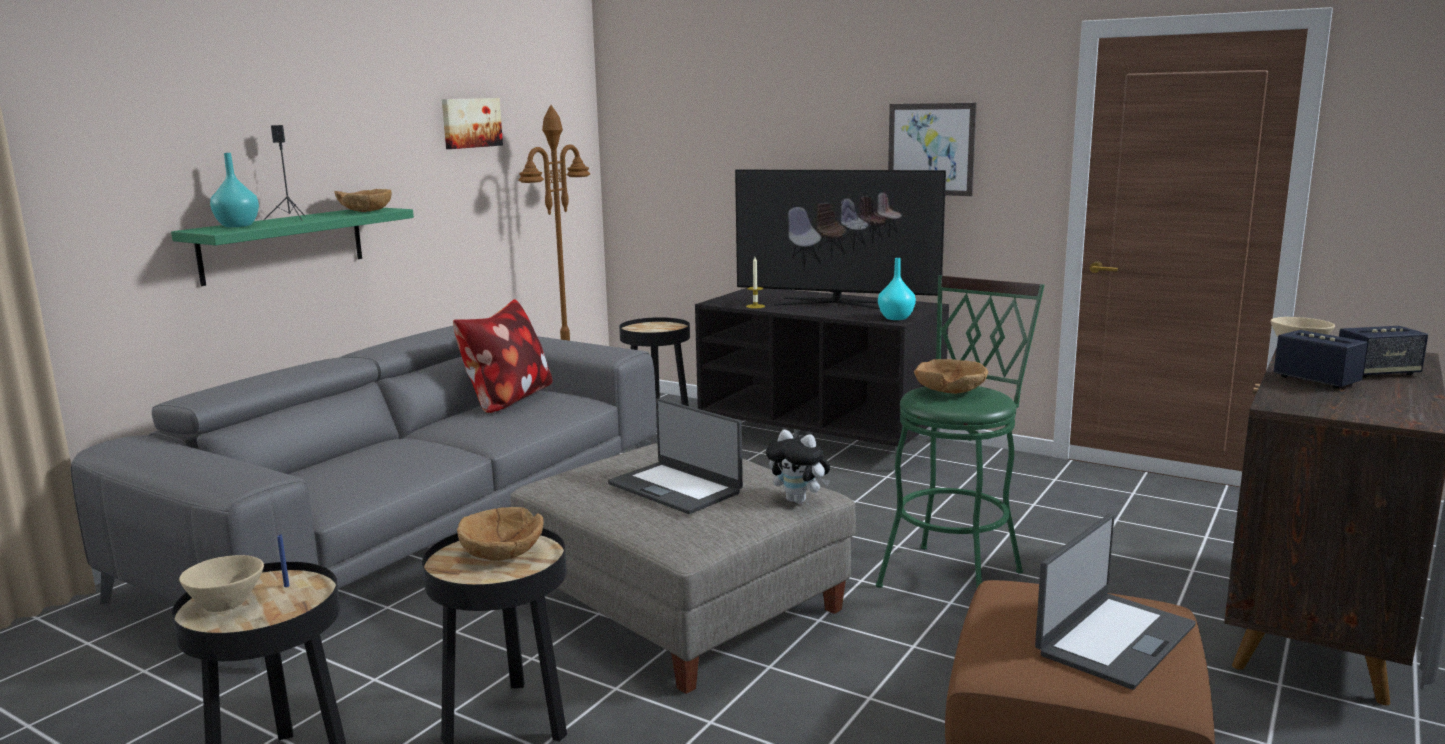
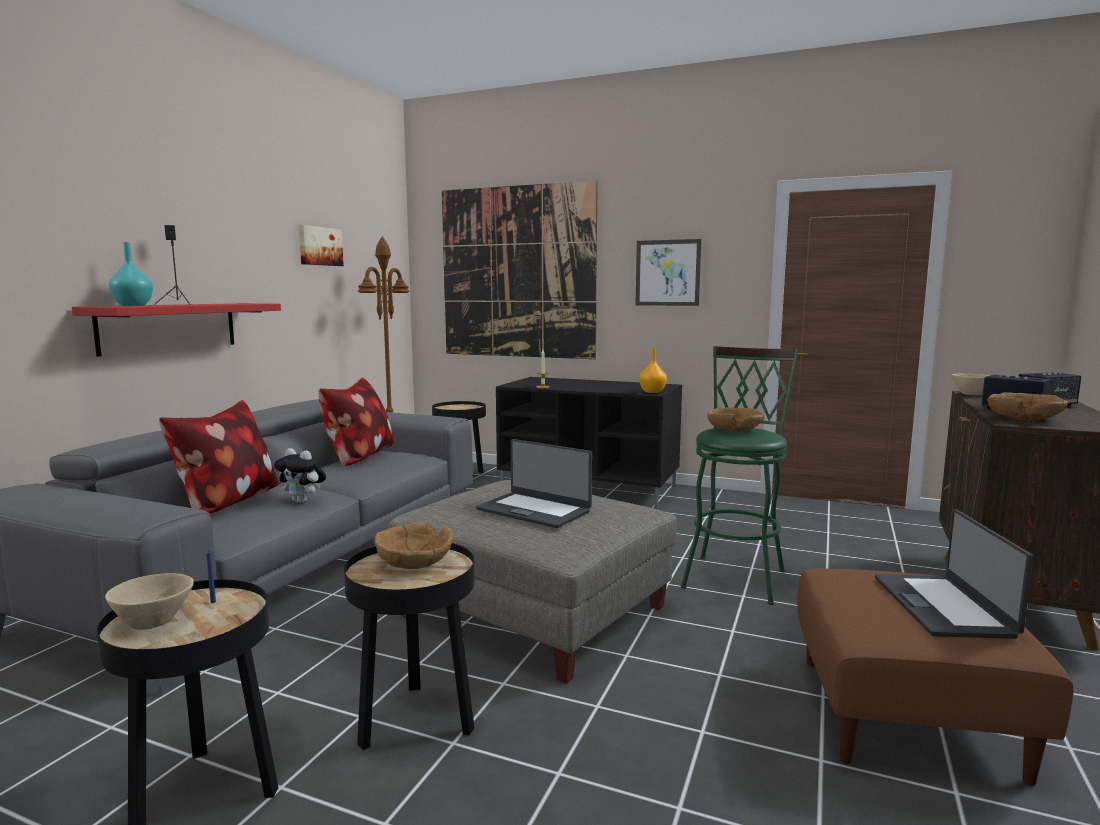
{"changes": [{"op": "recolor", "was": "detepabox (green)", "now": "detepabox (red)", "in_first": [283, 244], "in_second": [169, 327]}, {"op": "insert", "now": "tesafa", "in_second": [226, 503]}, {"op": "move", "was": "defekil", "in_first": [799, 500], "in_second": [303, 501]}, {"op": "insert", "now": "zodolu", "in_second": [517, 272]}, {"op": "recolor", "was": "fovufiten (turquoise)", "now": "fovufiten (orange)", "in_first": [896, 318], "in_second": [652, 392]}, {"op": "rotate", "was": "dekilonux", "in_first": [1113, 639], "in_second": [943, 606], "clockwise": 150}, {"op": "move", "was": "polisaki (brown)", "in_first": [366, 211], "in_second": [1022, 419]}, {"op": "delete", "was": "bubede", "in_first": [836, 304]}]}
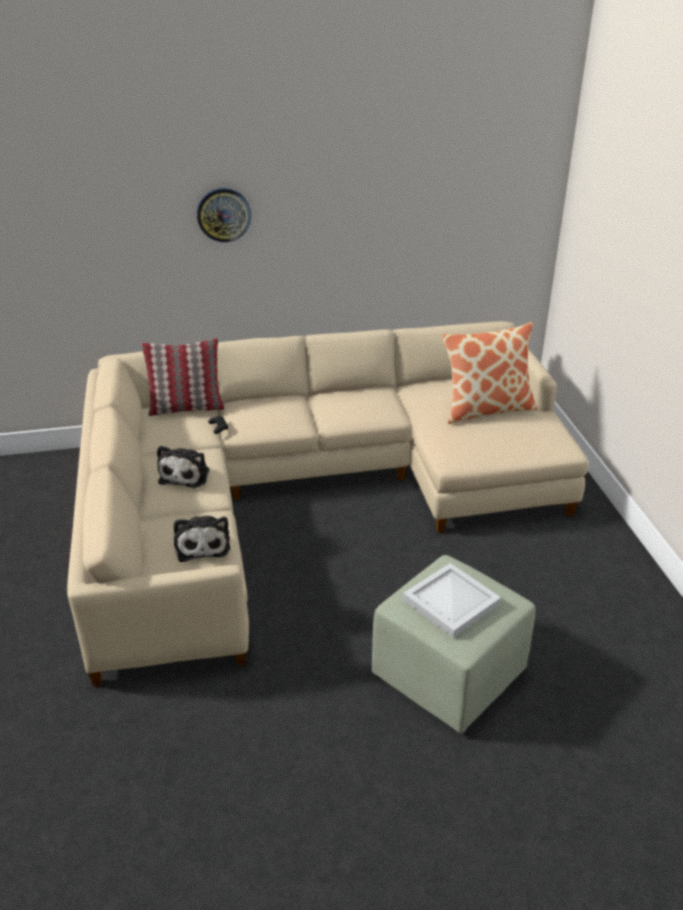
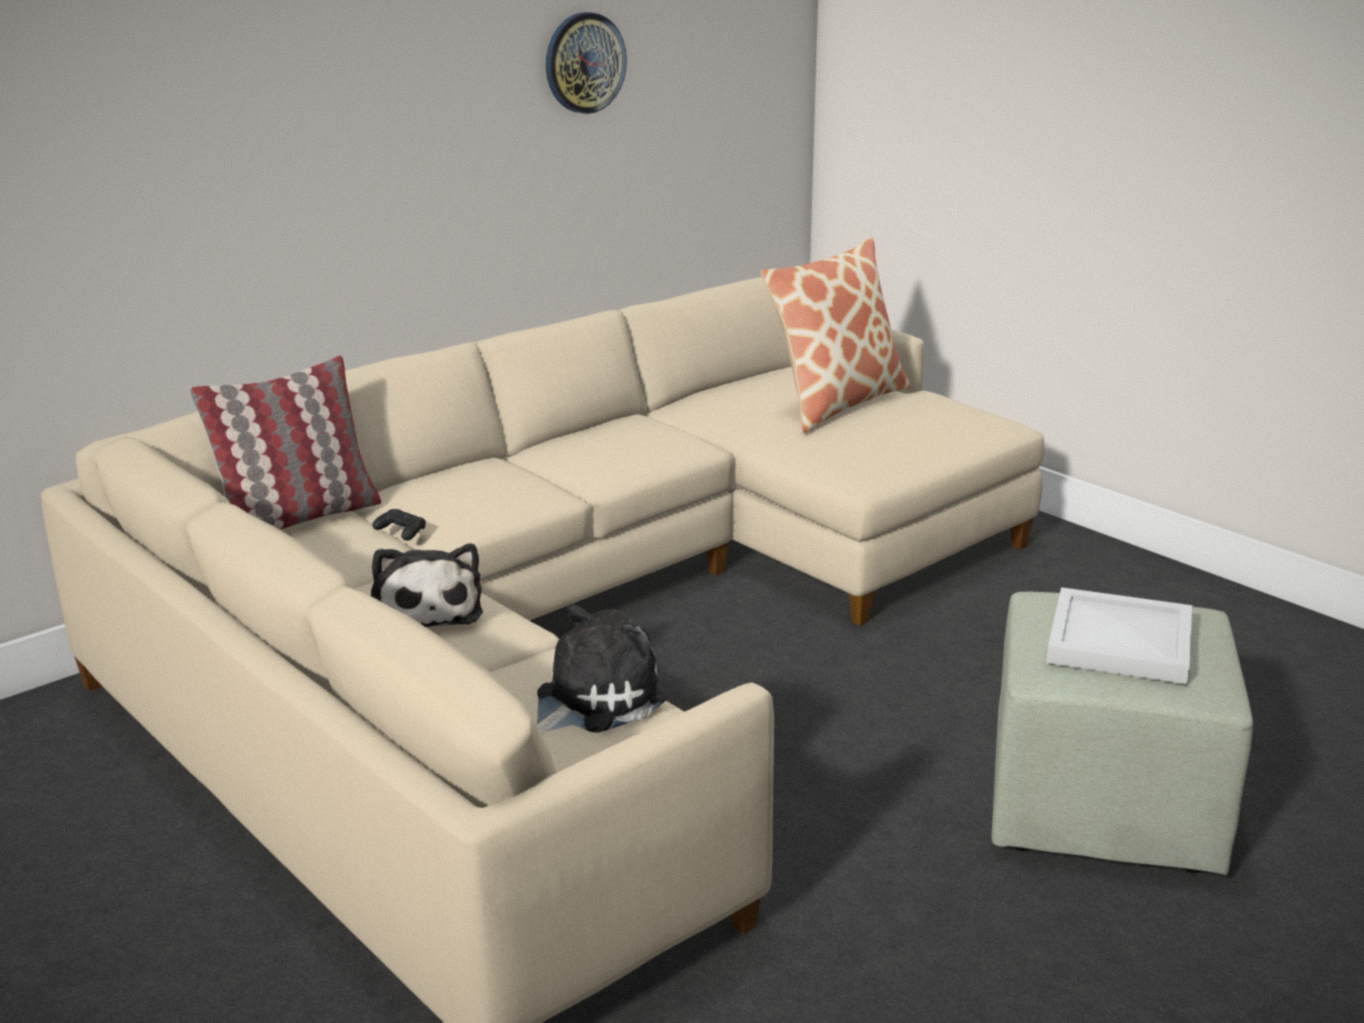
{"changes": [{"op": "rotate", "was": "defekil", "in_first": [202, 544], "in_second": [593, 701], "clockwise": -90}, {"op": "move", "was": "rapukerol", "in_first": [224, 214], "in_second": [584, 63]}]}
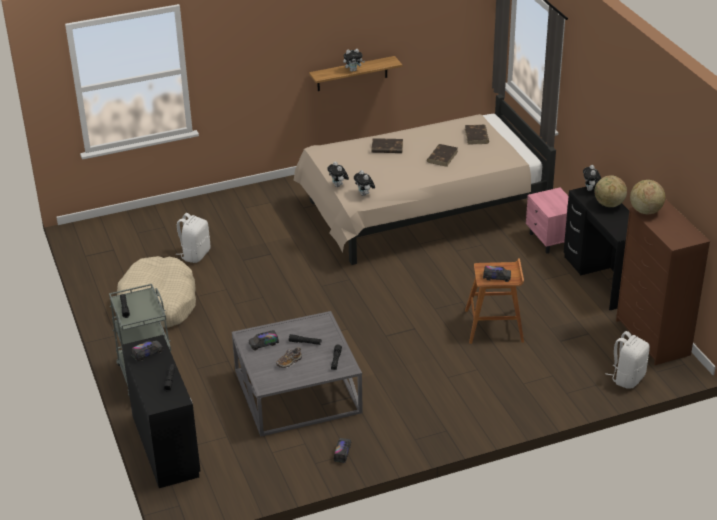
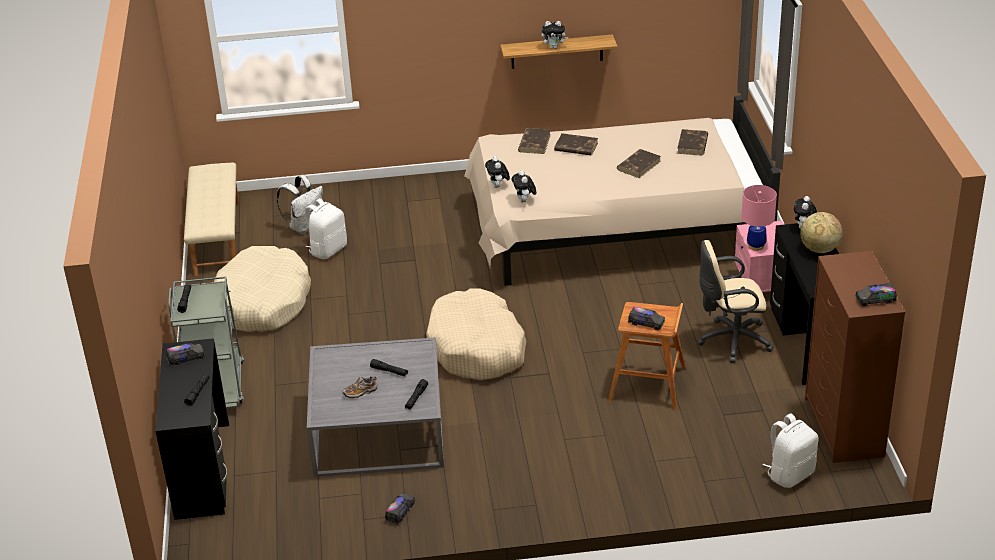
{"changes": [{"op": "insert", "now": "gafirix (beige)", "in_second": [216, 238]}, {"op": "insert", "now": "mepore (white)", "in_second": [304, 226]}, {"op": "insert", "now": "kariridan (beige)", "in_second": [477, 348]}, {"op": "insert", "now": "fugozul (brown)", "in_second": [534, 143]}, {"op": "insert", "now": "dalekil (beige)", "in_second": [731, 341]}, {"op": "insert", "now": "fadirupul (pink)", "in_second": [756, 246]}, {"op": "move", "was": "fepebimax", "in_first": [264, 344], "in_second": [875, 300]}, {"op": "delete", "was": "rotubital", "in_first": [645, 211]}]}
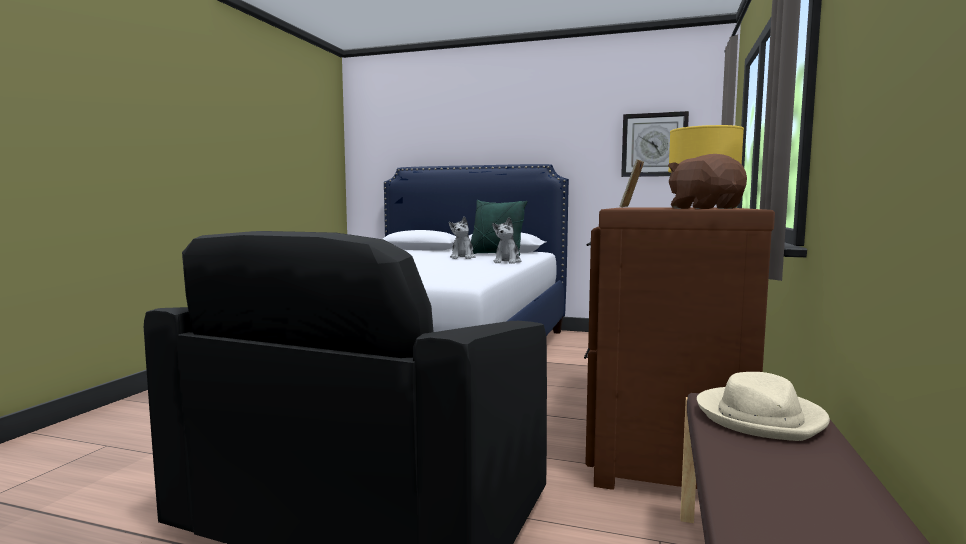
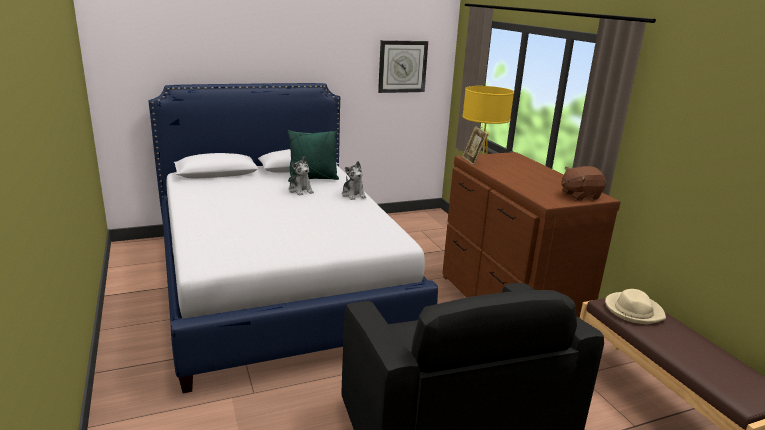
{"changes": [{"op": "rotate", "was": "defekil (brown)", "in_first": [704, 208], "in_second": [579, 195], "clockwise": -45}]}
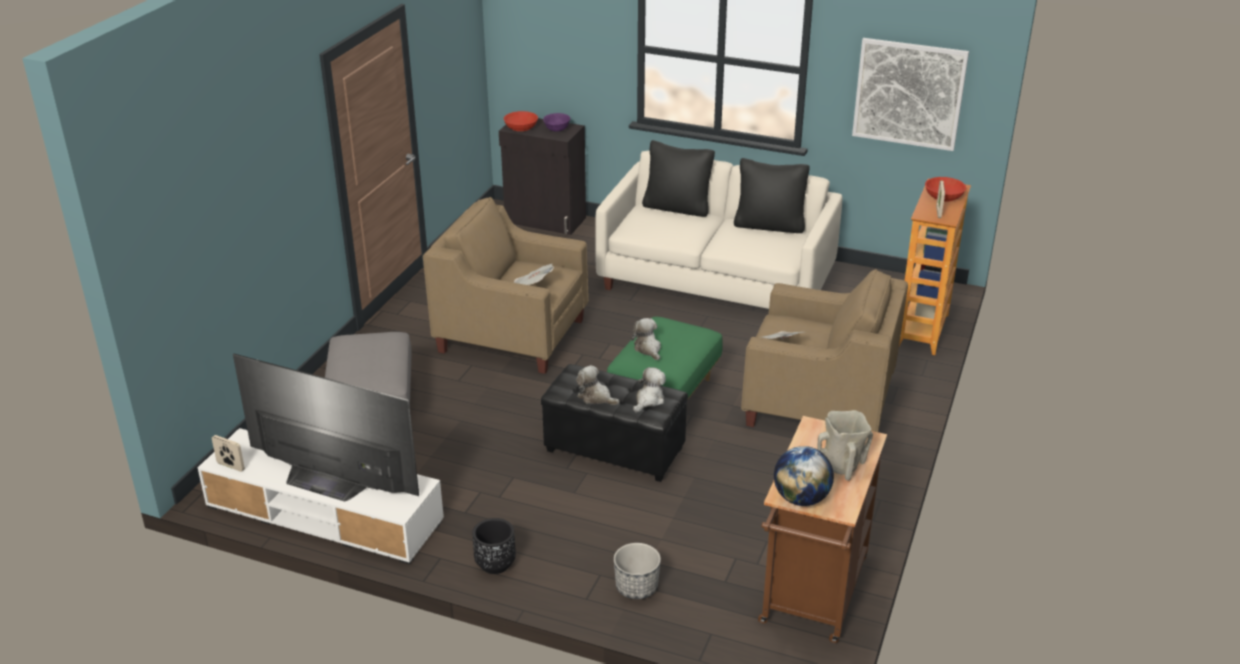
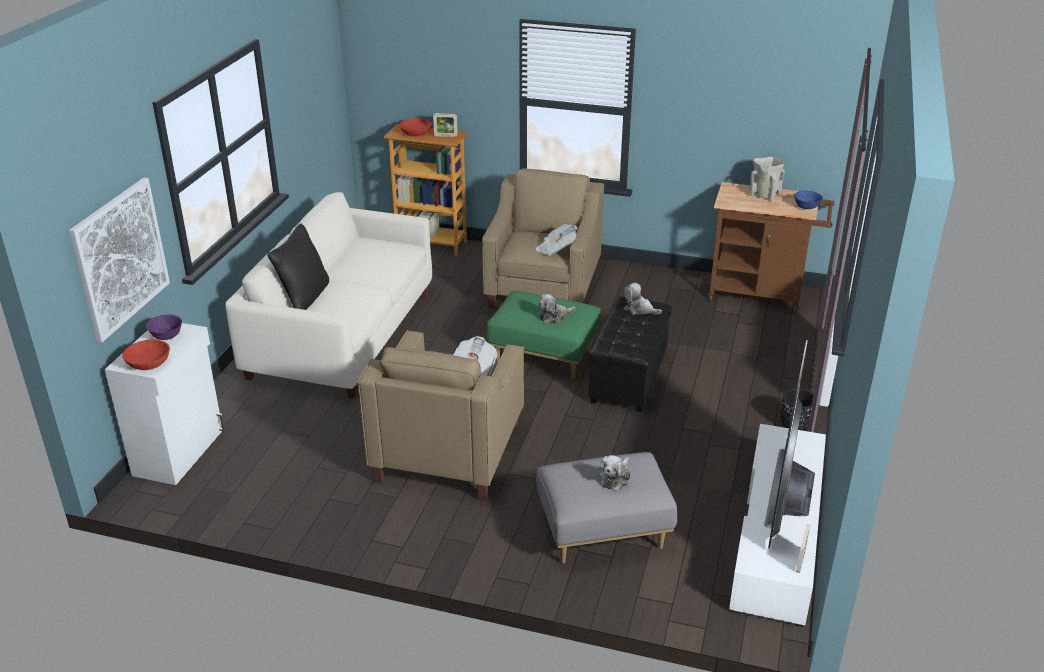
{"changes": [{"op": "move", "was": "zodolu", "in_first": [909, 94], "in_second": [120, 258]}, {"op": "recolor", "was": "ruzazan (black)", "now": "ruzazan (white)", "in_first": [545, 220], "in_second": [180, 452]}, {"op": "move", "was": "defekil", "in_first": [596, 397], "in_second": [615, 478]}, {"op": "replace", "was": "rotubital", "now": "polisaki (blue)", "in_first": [801, 499], "in_second": [806, 207]}, {"op": "delete", "was": "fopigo", "in_first": [636, 587]}, {"op": "delete", "was": "tesafa (black)", "in_first": [769, 225]}]}
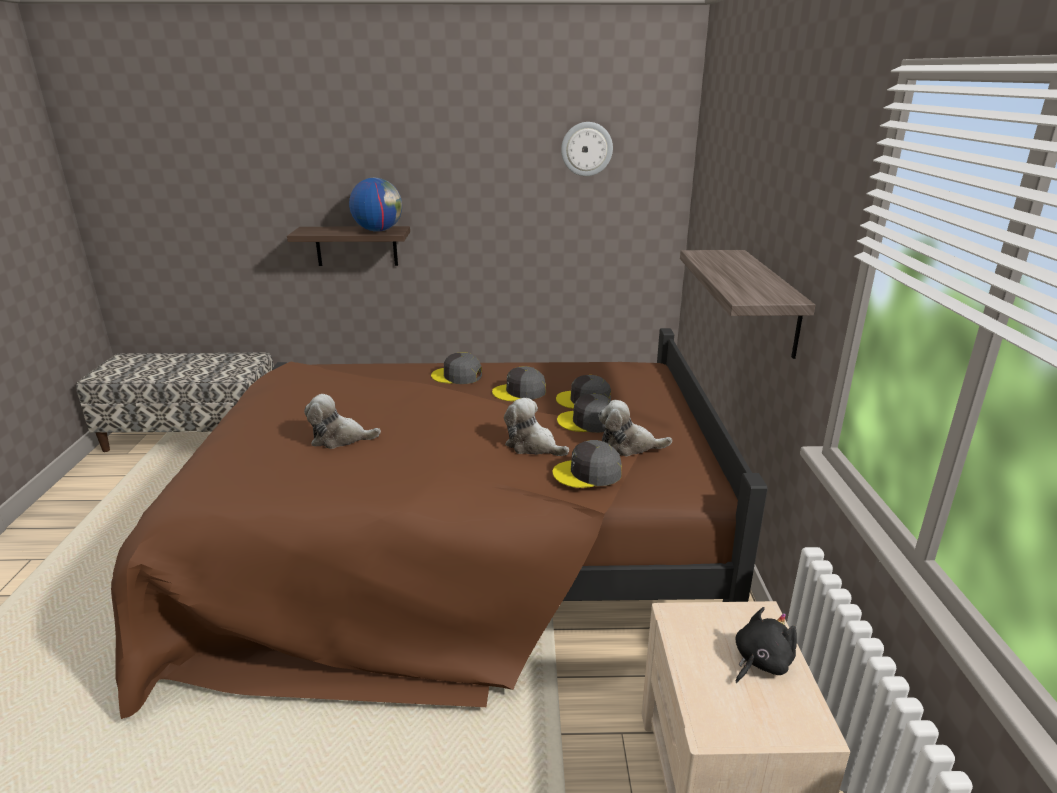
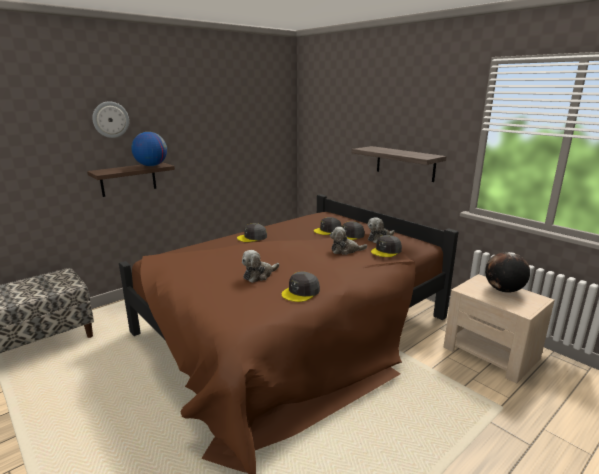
{"changes": [{"op": "move", "was": "rapukerol", "in_first": [586, 149], "in_second": [110, 119]}, {"op": "move", "was": "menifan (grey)", "in_first": [520, 392], "in_second": [301, 292]}, {"op": "replace", "was": "defekil (black)", "now": "rotubital", "in_first": [760, 662], "in_second": [503, 290]}]}
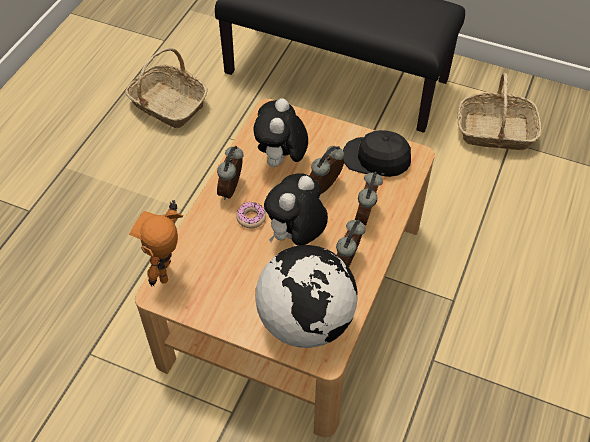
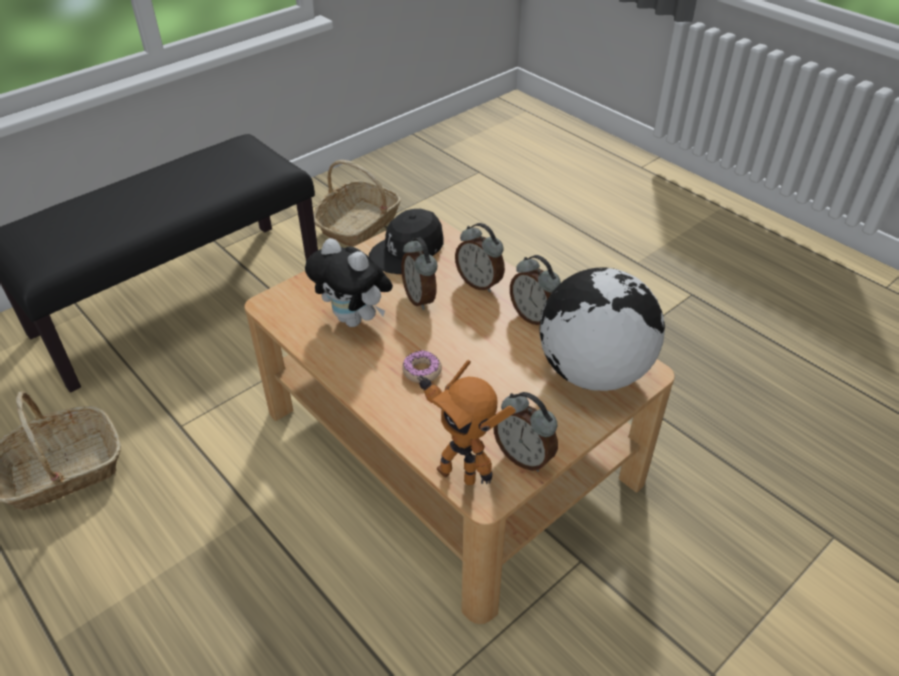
{"changes": [{"op": "move", "was": "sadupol", "in_first": [232, 190], "in_second": [524, 457]}, {"op": "delete", "was": "defekil", "in_first": [296, 236]}]}
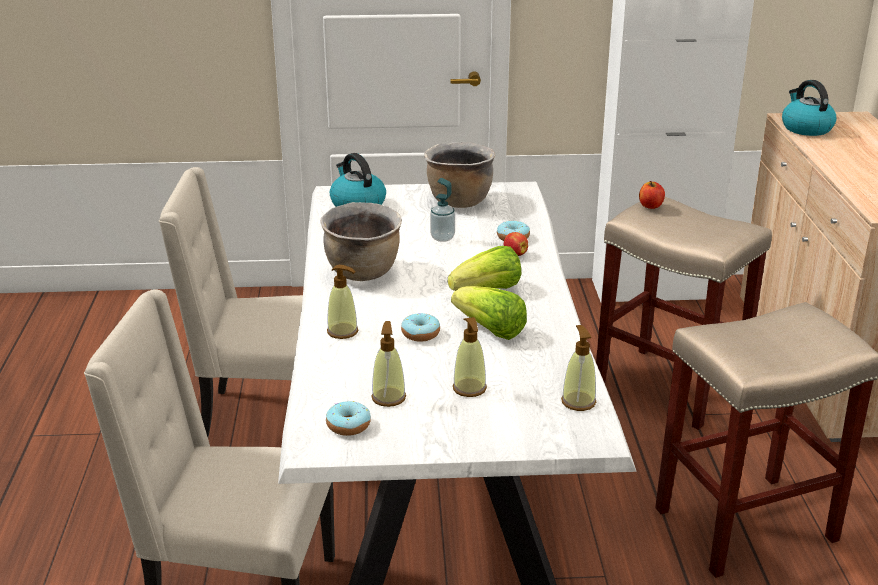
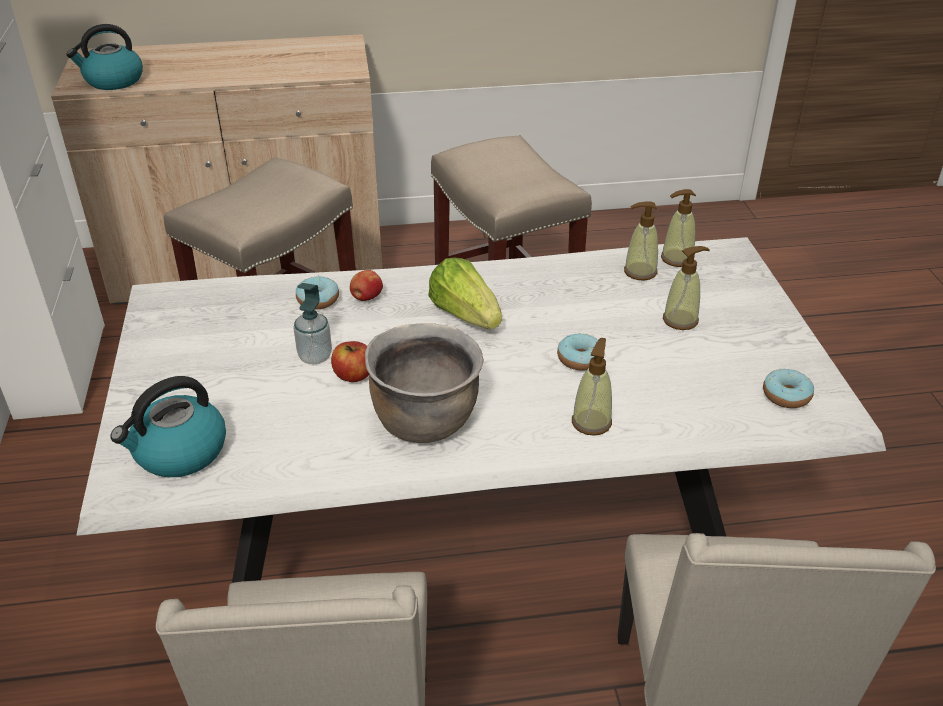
{"changes": [{"op": "move", "was": "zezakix", "in_first": [650, 206], "in_second": [354, 375]}, {"op": "move", "was": "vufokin", "in_first": [388, 397], "in_second": [640, 272]}, {"op": "delete", "was": "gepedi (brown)", "in_first": [459, 201]}, {"op": "delete", "was": "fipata", "in_first": [490, 330]}]}
